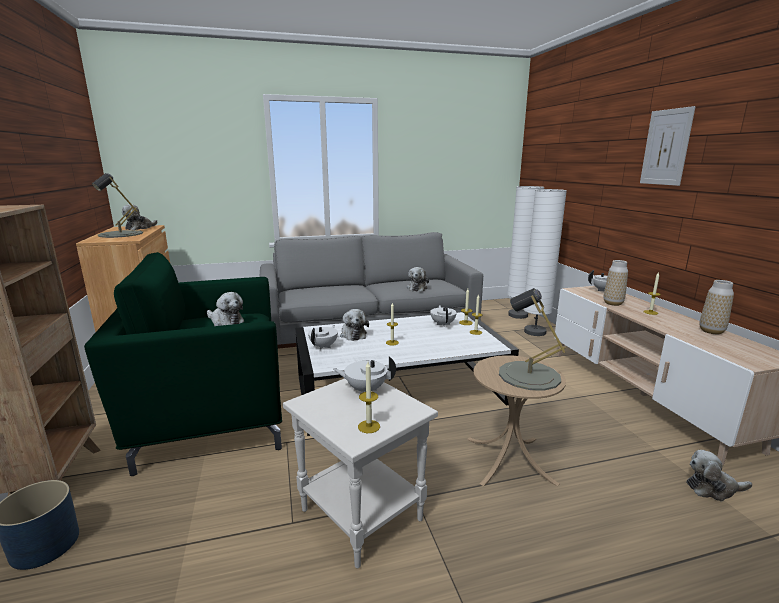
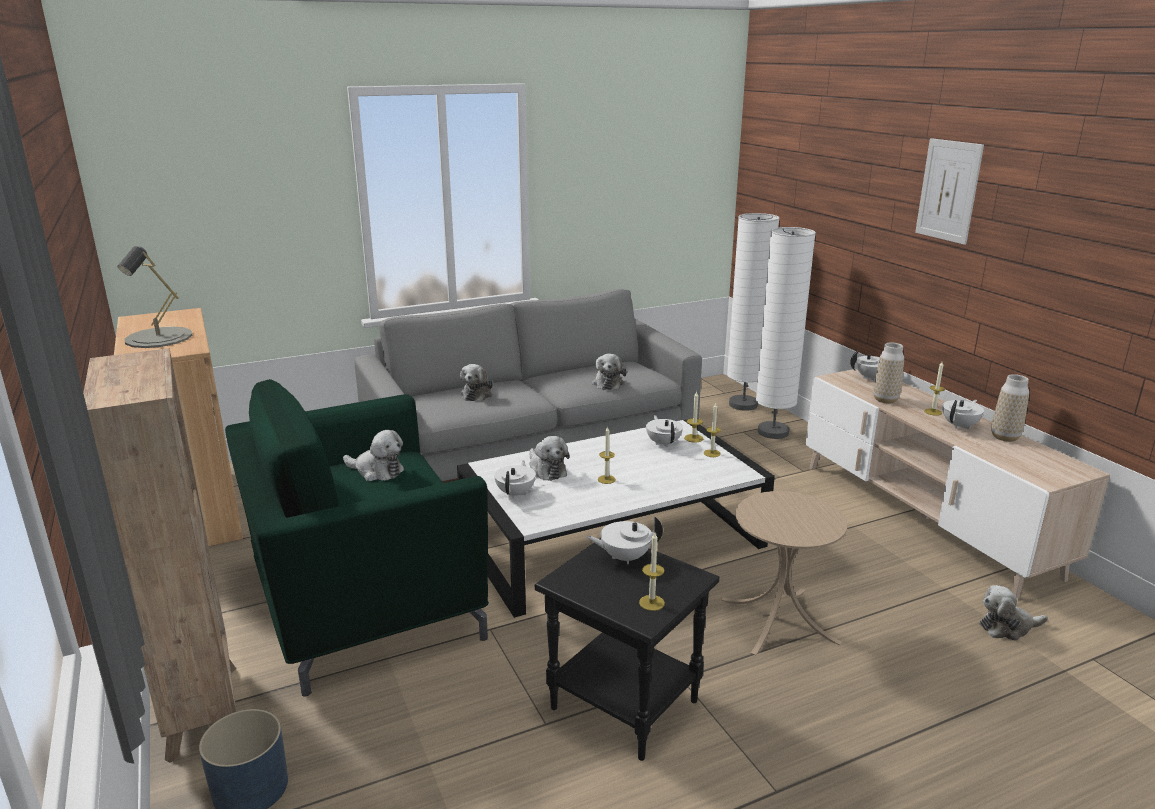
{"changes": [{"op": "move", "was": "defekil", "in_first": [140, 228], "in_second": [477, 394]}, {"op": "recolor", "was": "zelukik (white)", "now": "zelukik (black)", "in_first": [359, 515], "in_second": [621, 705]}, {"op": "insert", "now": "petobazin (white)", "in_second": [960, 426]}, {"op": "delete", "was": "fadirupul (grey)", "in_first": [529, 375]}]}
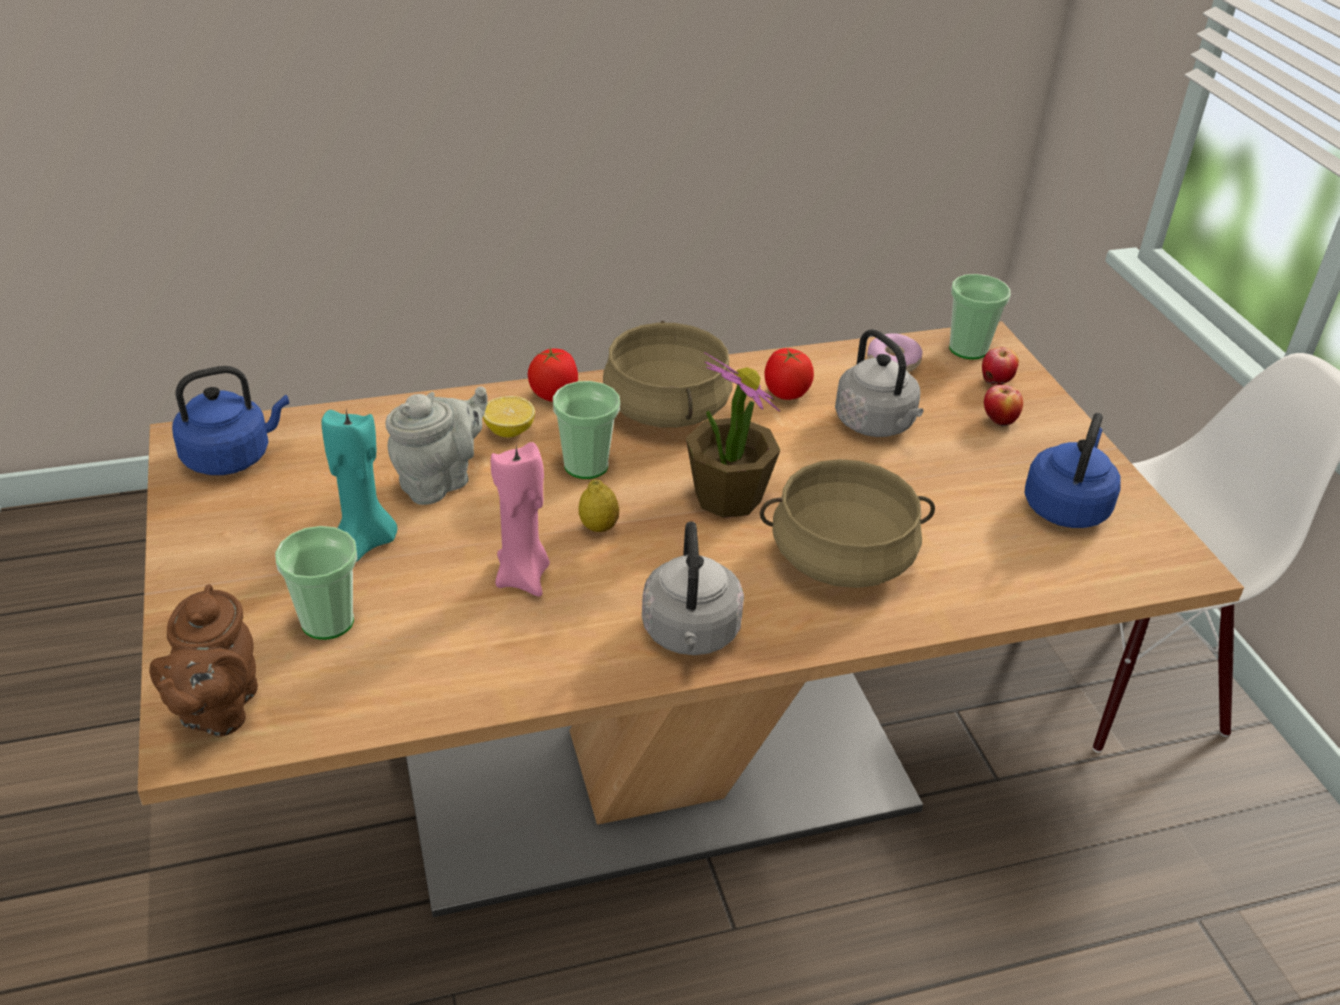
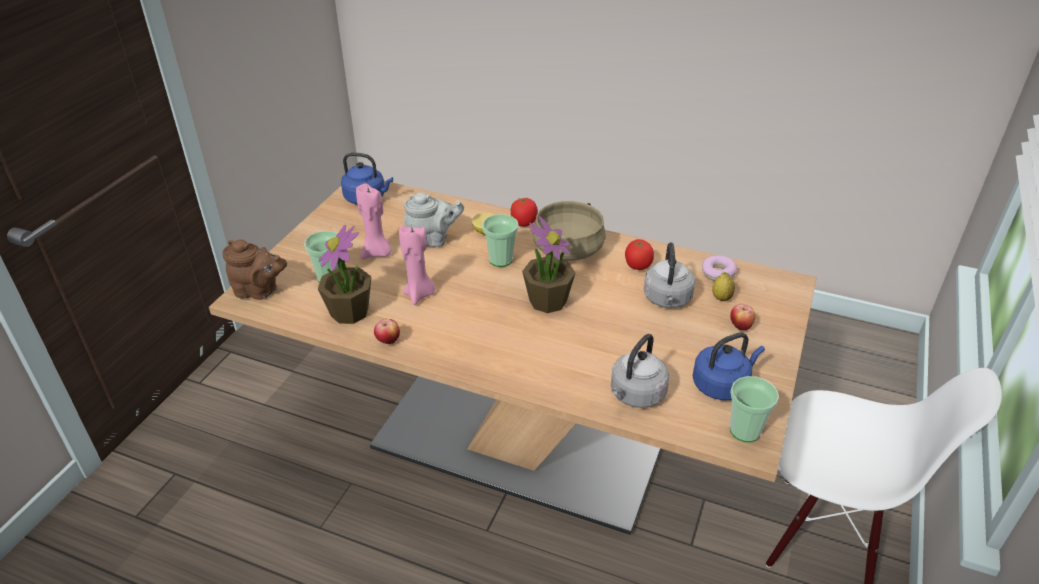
{"changes": [{"op": "rotate", "was": "petobazin (brown)", "in_first": [216, 710], "in_second": [259, 291], "clockwise": -120}, {"op": "insert", "now": "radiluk", "in_second": [350, 312]}, {"op": "recolor", "was": "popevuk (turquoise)", "now": "popevuk (pink)", "in_first": [366, 542], "in_second": [377, 253]}, {"op": "move", "was": "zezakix", "in_first": [996, 383], "in_second": [388, 342]}, {"op": "move", "was": "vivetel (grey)", "in_first": [690, 635], "in_second": [635, 395]}, {"op": "move", "was": "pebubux", "in_first": [598, 527], "in_second": [721, 298]}, {"op": "move", "was": "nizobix", "in_first": [968, 349], "in_second": [745, 431]}, {"op": "delete", "was": "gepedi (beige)", "in_first": [842, 558]}]}
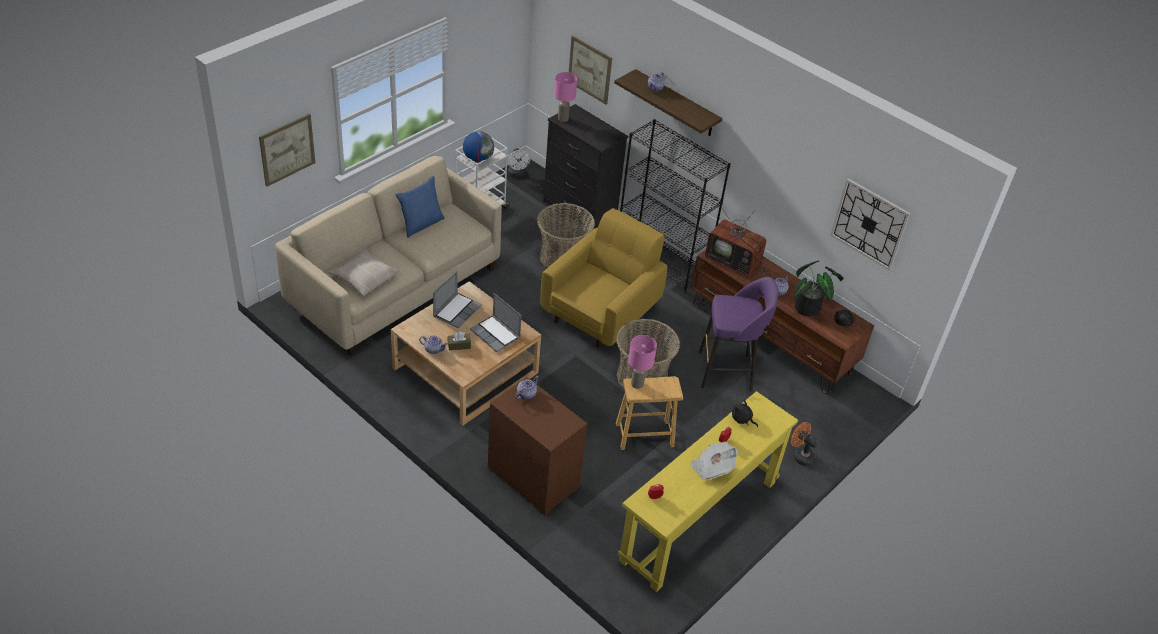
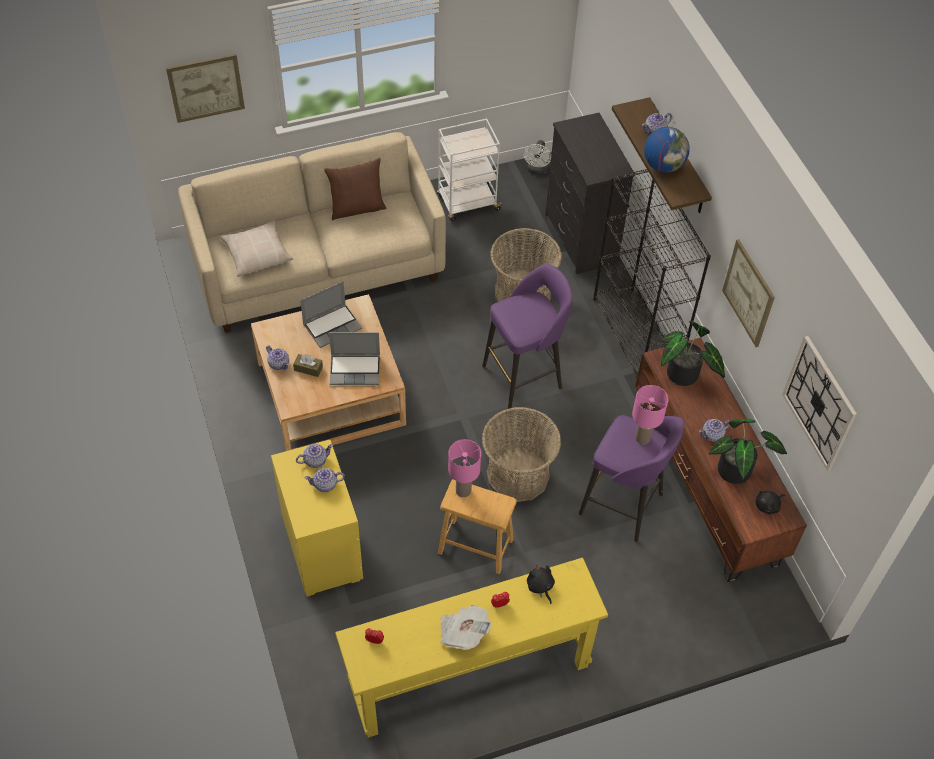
{"changes": [{"op": "recolor", "was": "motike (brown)", "now": "motike (yellow)", "in_first": [532, 478], "in_second": [322, 547]}, {"op": "insert", "now": "petobazin", "in_second": [326, 485]}, {"op": "recolor", "was": "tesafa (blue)", "now": "tesafa (brown)", "in_first": [421, 224], "in_second": [357, 208]}, {"op": "rotate", "was": "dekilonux", "in_first": [496, 334], "in_second": [356, 370], "clockwise": -75}, {"op": "replace", "was": "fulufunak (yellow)", "now": "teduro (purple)", "in_first": [602, 312], "in_second": [524, 376]}, {"op": "move", "was": "fadirupul (pink)", "in_first": [563, 119], "in_second": [642, 438]}, {"op": "move", "was": "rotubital", "in_first": [478, 159], "in_second": [663, 165]}, {"op": "replace", "was": "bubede", "now": "radiluk", "in_first": [734, 262], "in_second": [684, 377]}, {"op": "move", "was": "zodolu", "in_first": [590, 69], "in_second": [748, 293]}, {"op": "delete", "was": "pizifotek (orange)", "in_first": [800, 455]}]}
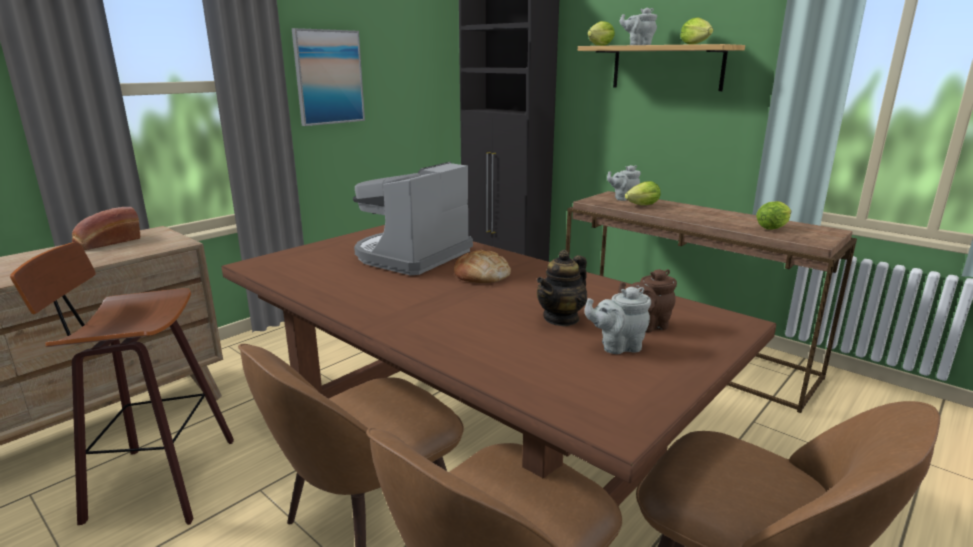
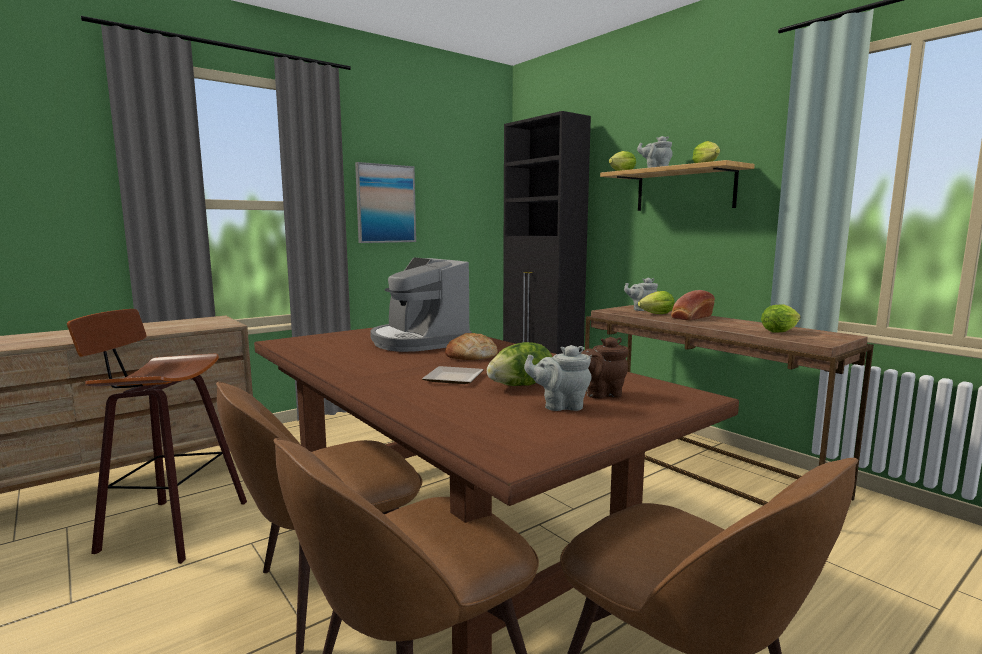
{"changes": [{"op": "rotate", "was": "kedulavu", "in_first": [412, 256], "in_second": [418, 341], "clockwise": -75}, {"op": "insert", "now": "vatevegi", "in_second": [454, 379]}, {"op": "replace", "was": "petobazin", "now": "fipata", "in_first": [561, 318], "in_second": [521, 385]}, {"op": "move", "was": "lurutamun", "in_first": [107, 242], "in_second": [691, 317]}]}
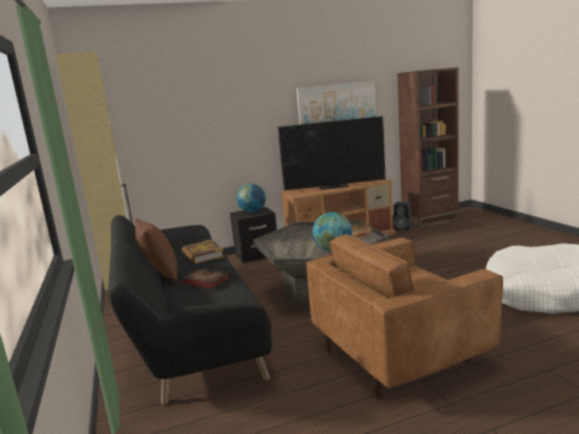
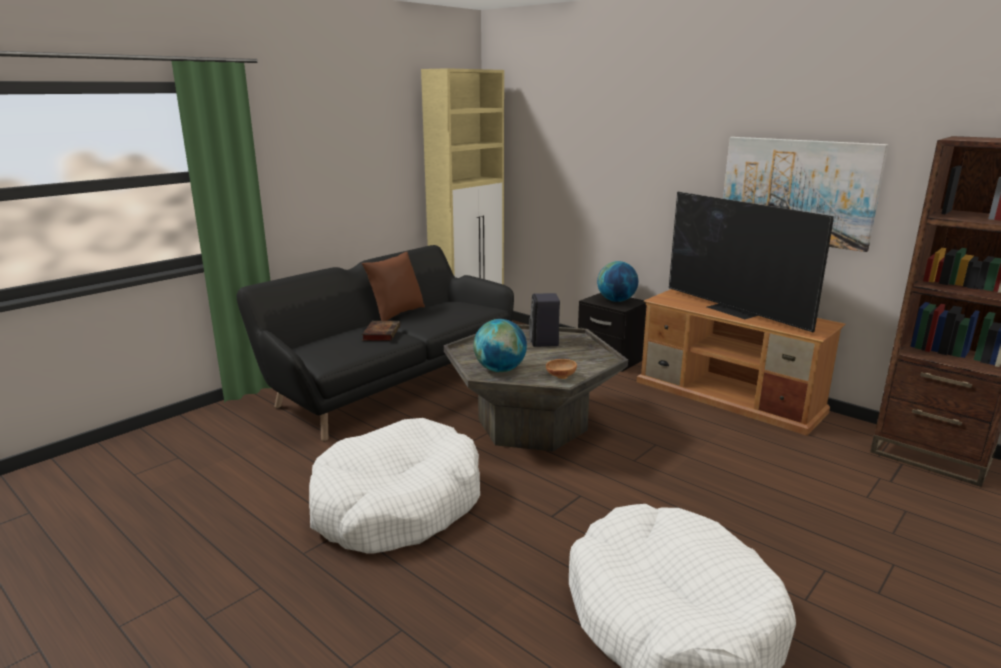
{"changes": [{"op": "replace", "was": "fulufunak (brown)", "now": "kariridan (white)", "in_first": [399, 354], "in_second": [397, 504]}, {"op": "move", "was": "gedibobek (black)", "in_first": [403, 228], "in_second": [544, 342]}, {"op": "delete", "was": "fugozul", "in_first": [202, 256]}]}
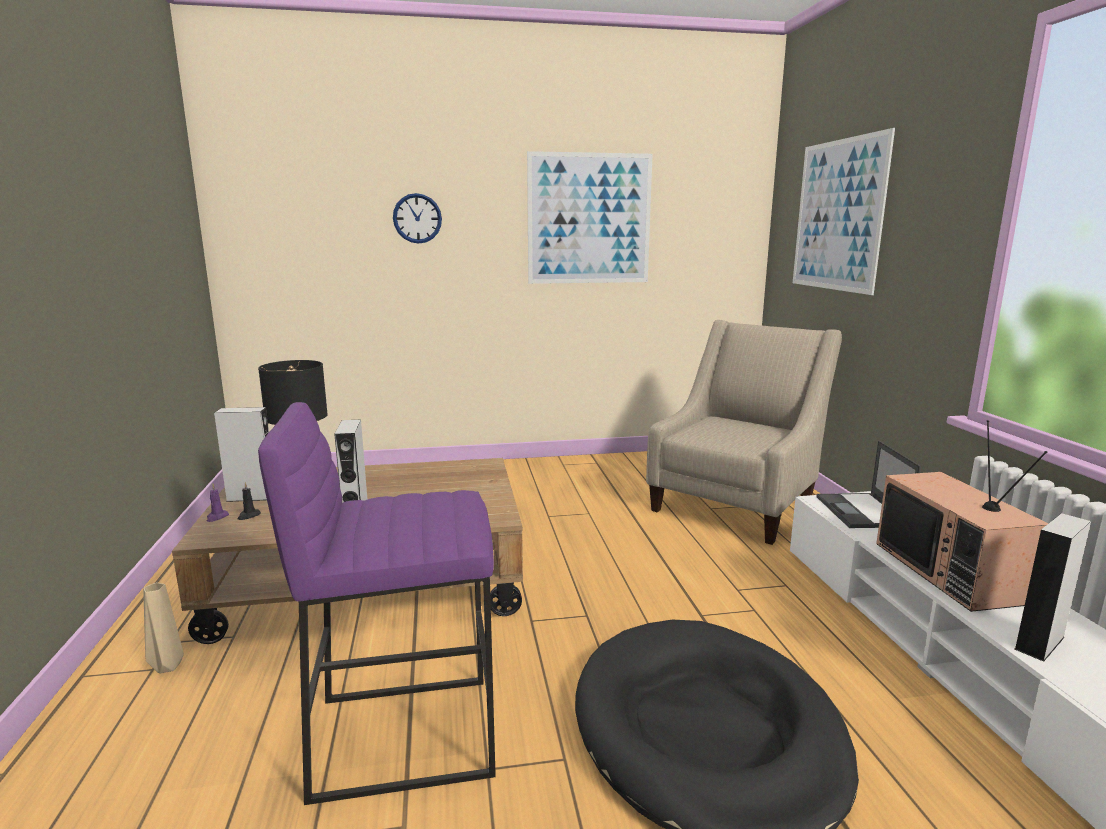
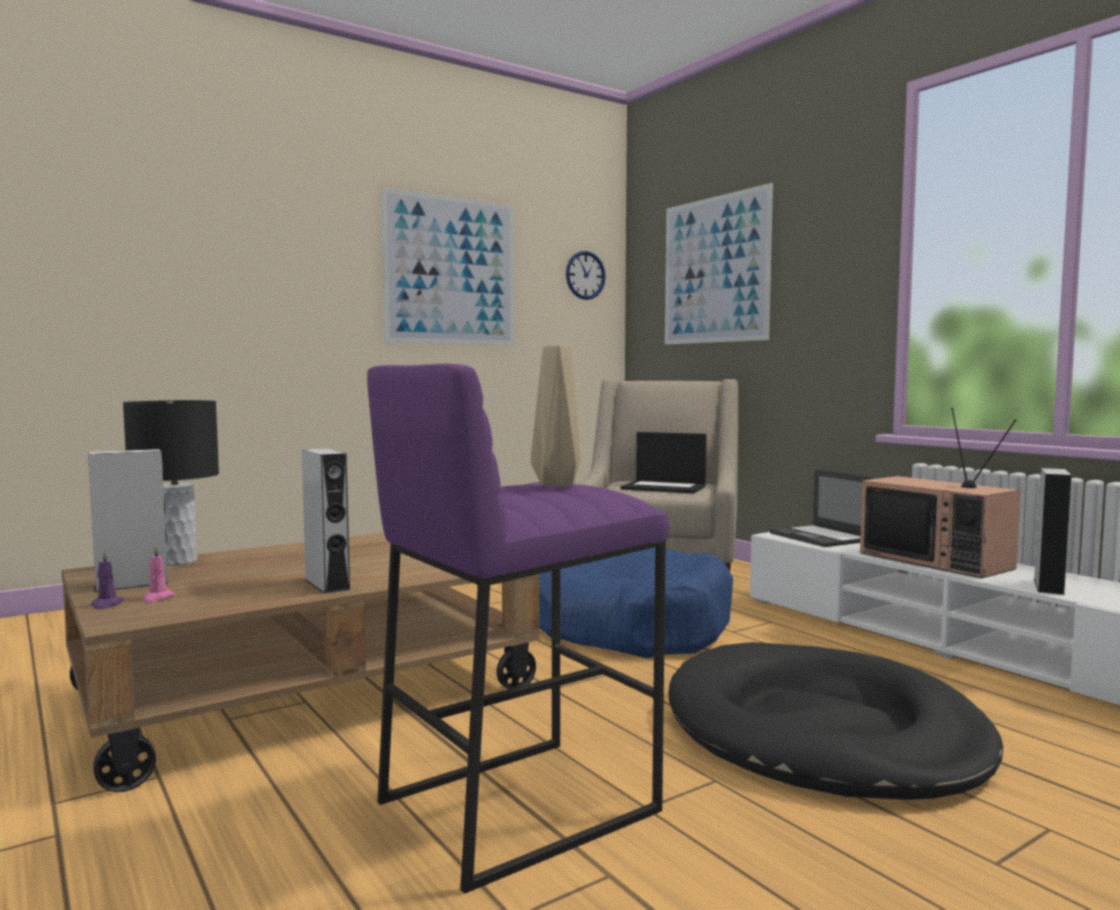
{"changes": [{"op": "recolor", "was": "popevuk (black)", "now": "popevuk (pink)", "in_first": [248, 516], "in_second": [157, 598]}, {"op": "move", "was": "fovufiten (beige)", "in_first": [169, 667], "in_second": [558, 484]}, {"op": "insert", "now": "kariridan (blue)", "in_second": [625, 625]}, {"op": "move", "was": "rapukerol", "in_first": [417, 218], "in_second": [585, 275]}, {"op": "insert", "now": "dekilonux", "in_second": [665, 487]}]}
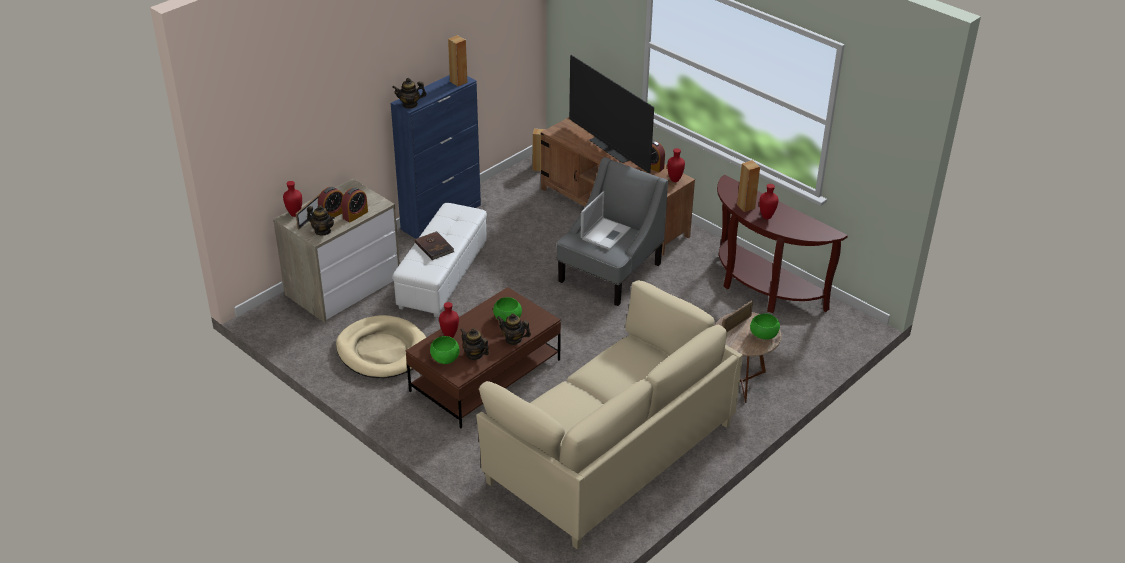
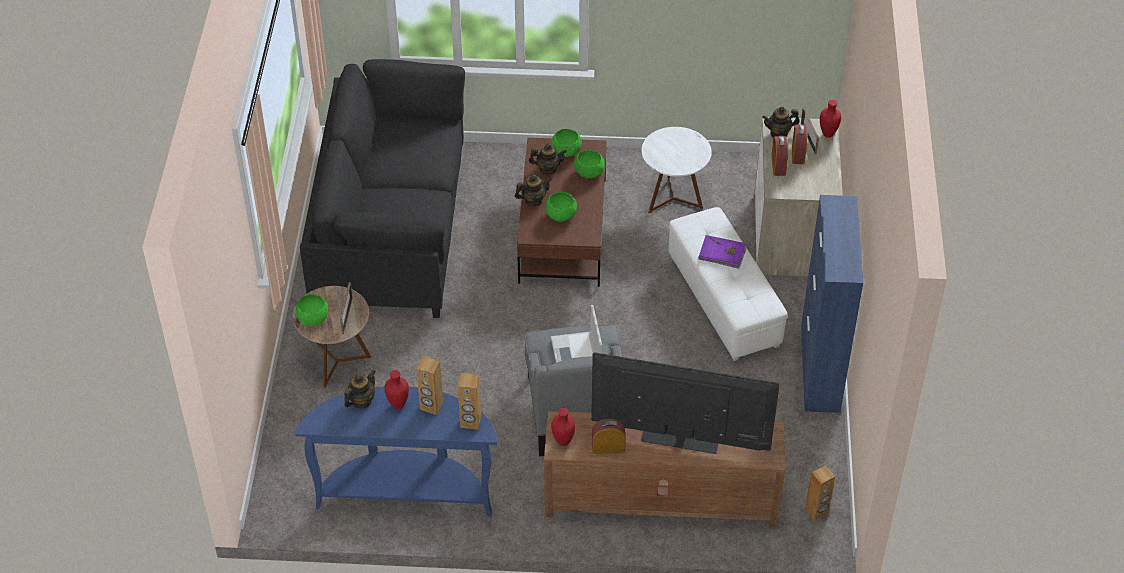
{"changes": [{"op": "recolor", "was": "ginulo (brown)", "now": "ginulo (blue)", "in_first": [761, 289], "in_second": [406, 491]}, {"op": "recolor", "was": "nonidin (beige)", "now": "nonidin (black)", "in_first": [609, 452], "in_second": [391, 229]}, {"op": "move", "was": "petobazin", "in_first": [410, 104], "in_second": [361, 401]}, {"op": "move", "was": "gedibobek (brown)", "in_first": [458, 82], "in_second": [470, 422]}, {"op": "replace", "was": "fovufiten (red)", "now": "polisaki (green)", "in_first": [450, 335], "in_second": [588, 173]}, {"op": "replace", "was": "kariridan (beige)", "now": "zelukik (white)", "in_first": [382, 351], "in_second": [673, 199]}, {"op": "recolor", "was": "fugozul (brown)", "now": "fugozul (purple)", "in_first": [434, 247], "in_second": [722, 253]}]}
